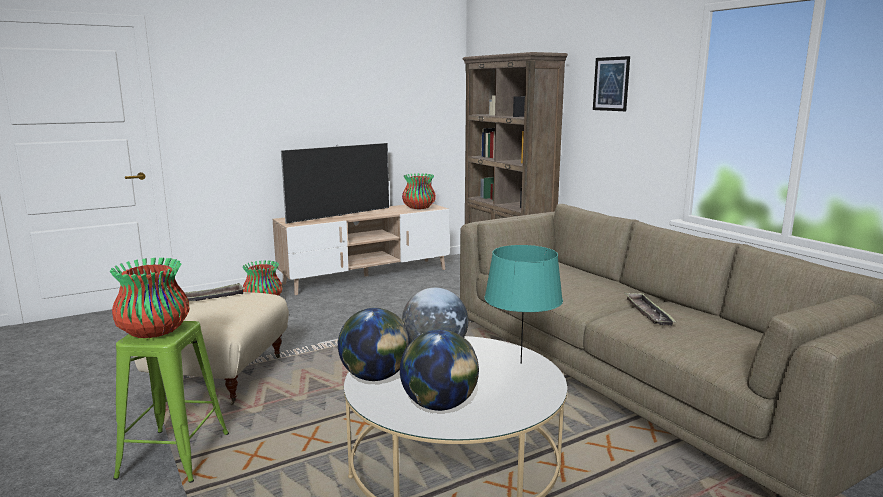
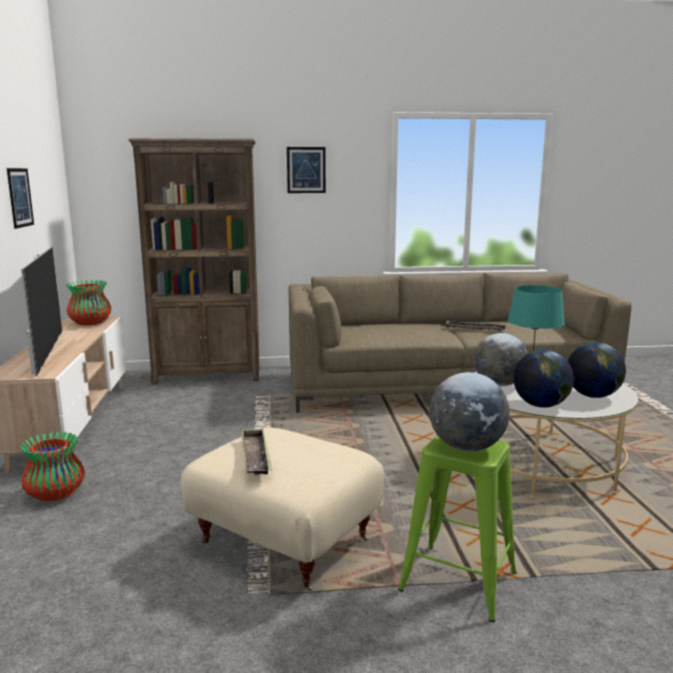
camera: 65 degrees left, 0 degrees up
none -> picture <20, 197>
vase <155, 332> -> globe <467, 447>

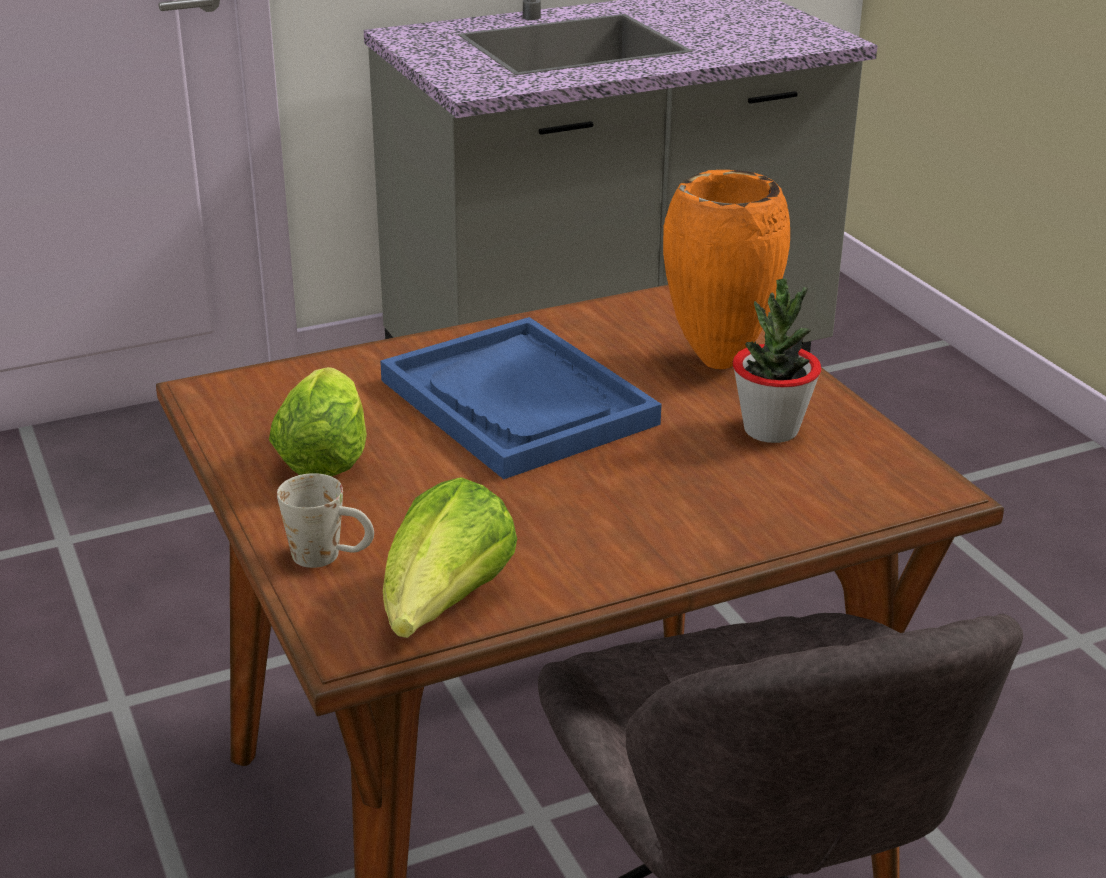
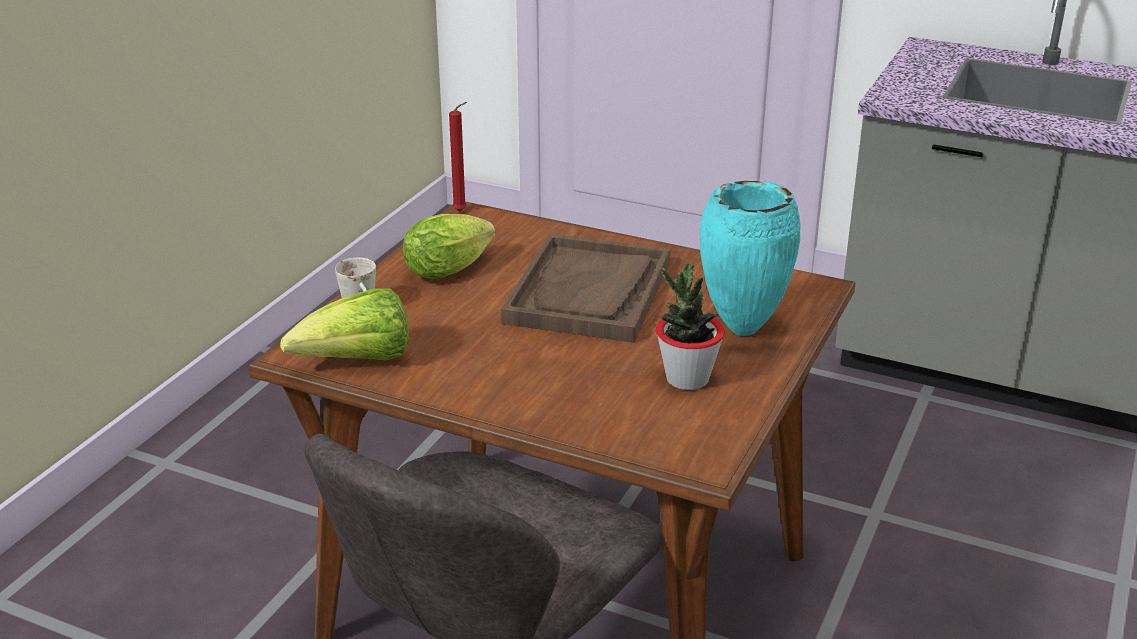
camera: 50 degrees right, 0 degrees up
none -> candle (red) <462, 212>
tray (blue) <518, 402> -> tray (brown) <589, 292>
vase (orange) <715, 362> -> vase (turquoise) <741, 329>

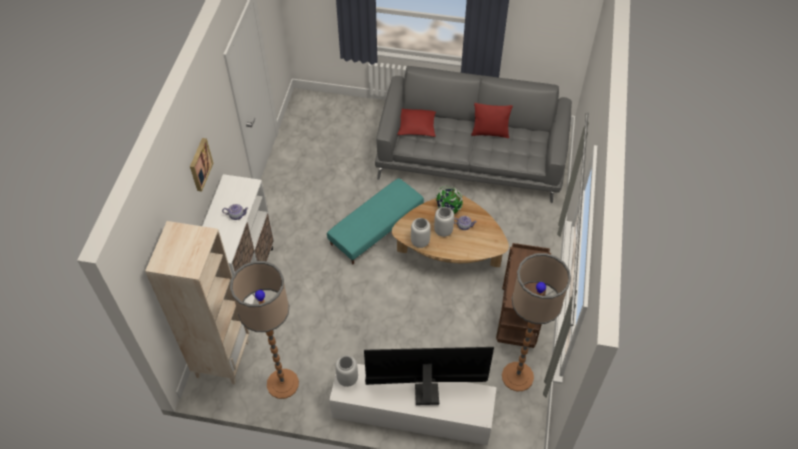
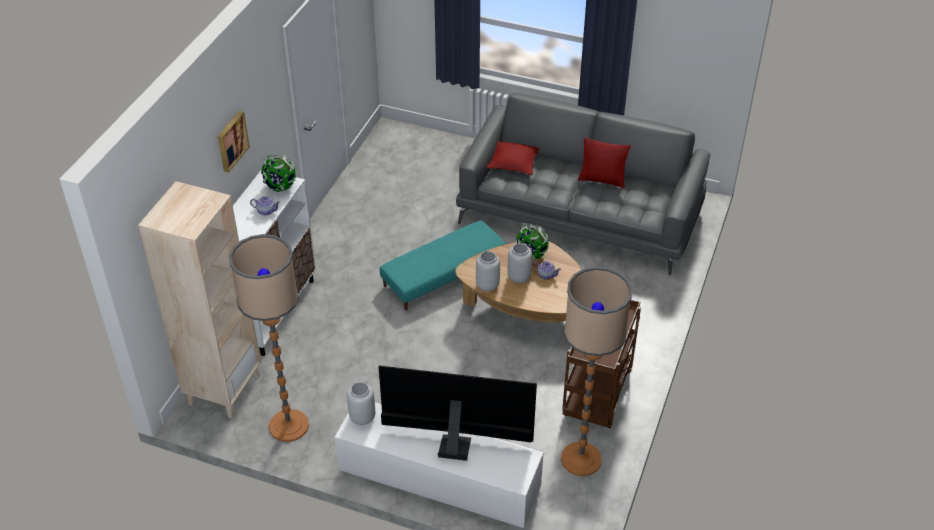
camera: 10 degrees right, 10 degrees down
none -> globe <280, 187>

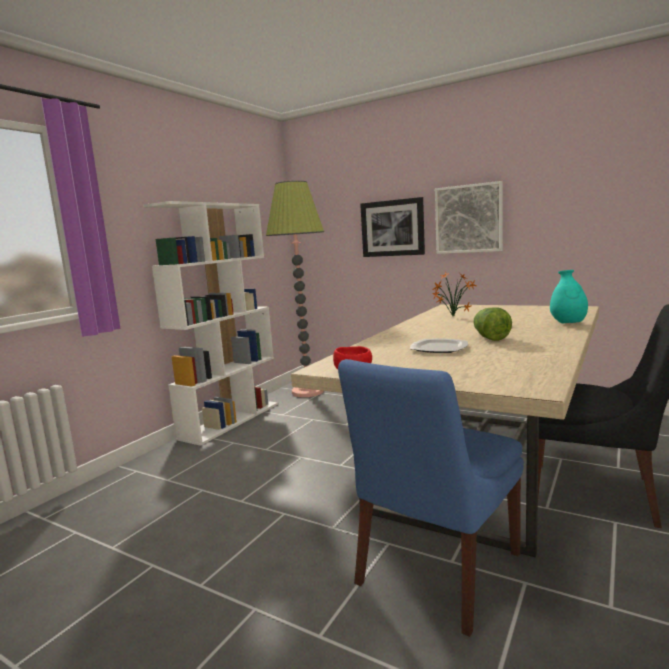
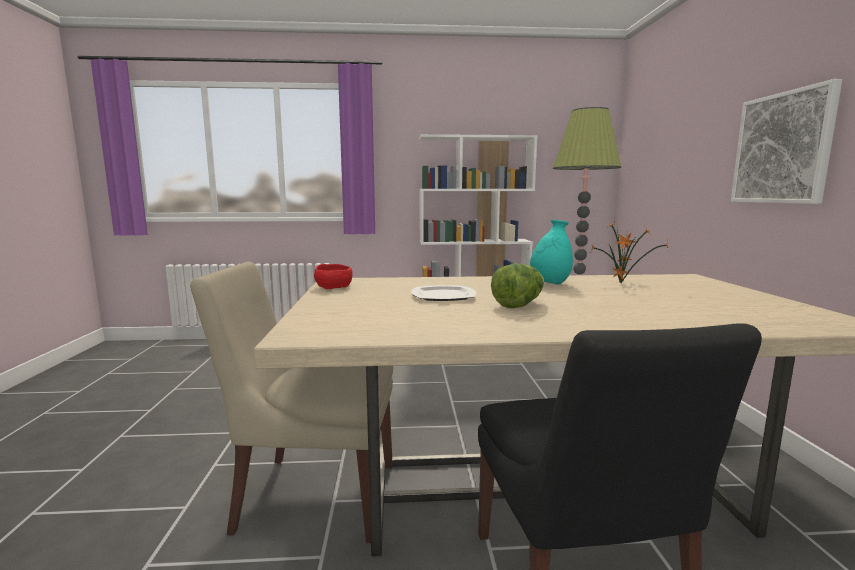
camera: 55 degrees right, 0 degrees up
picture <392, 228> -> none
vase (turquoise) <568, 323> -> vase (turquoise) <550, 284>, moved
chair (blue) <436, 572> -> chair (beige) <312, 496>

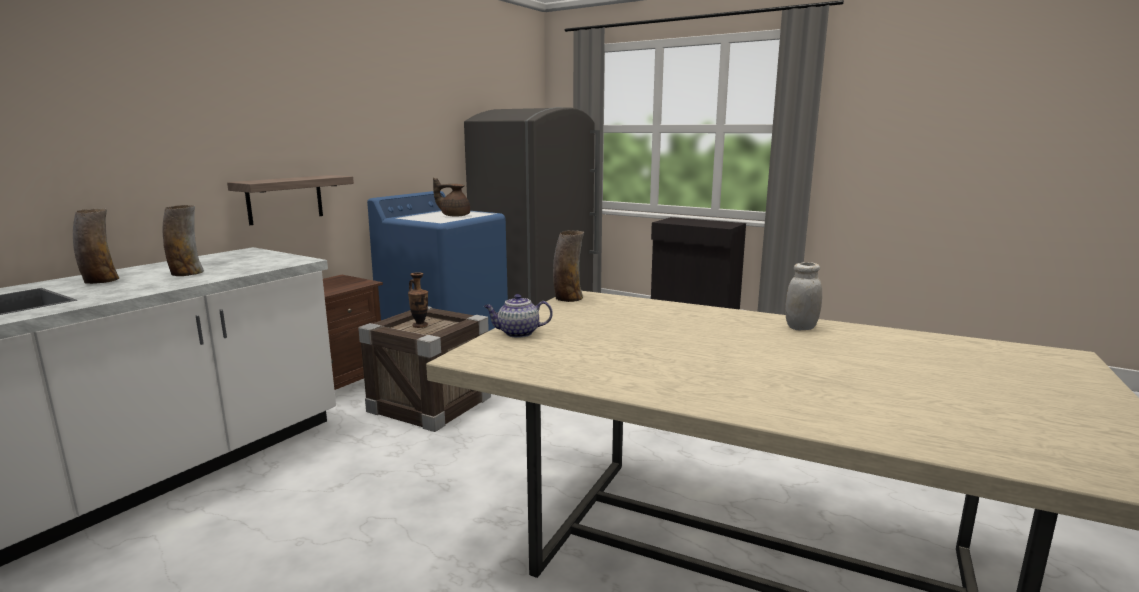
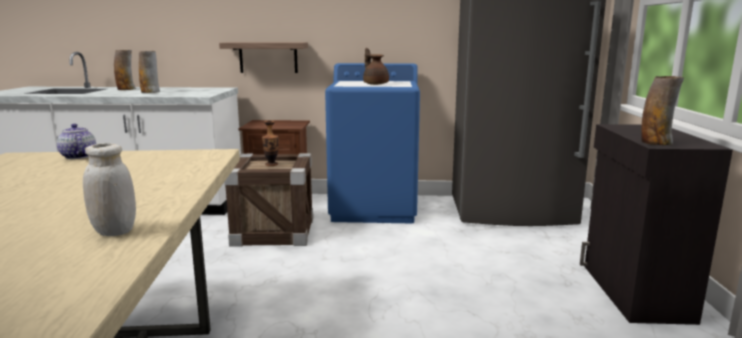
camera: 60 degrees right, 0 degrees up
vase <568, 298> -> vase <655, 143>, moved

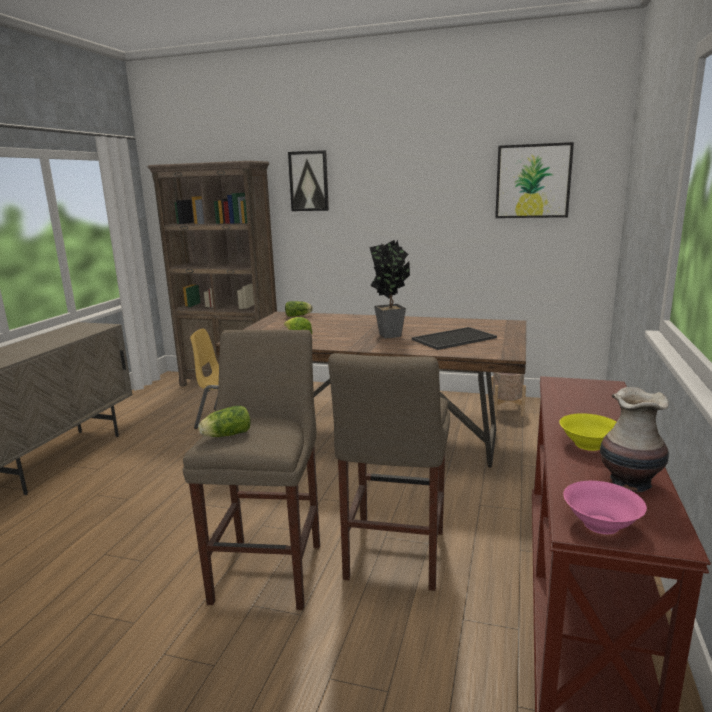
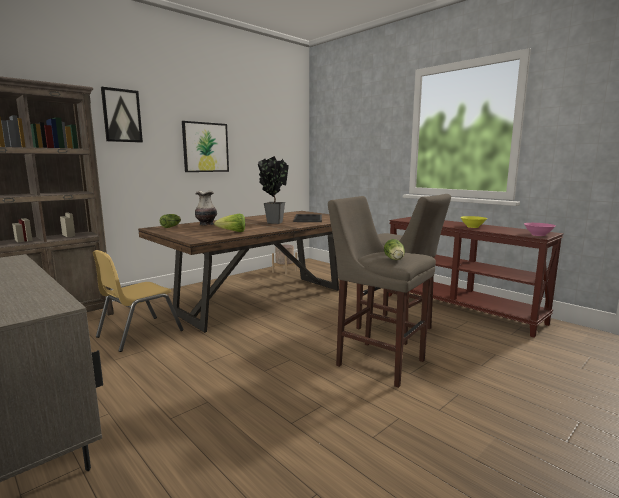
camera: 60 degrees left, 5 degrees down
picture <533, 181> -> picture <205, 147>, moved
vase <629, 482> -> vase <206, 224>, moved

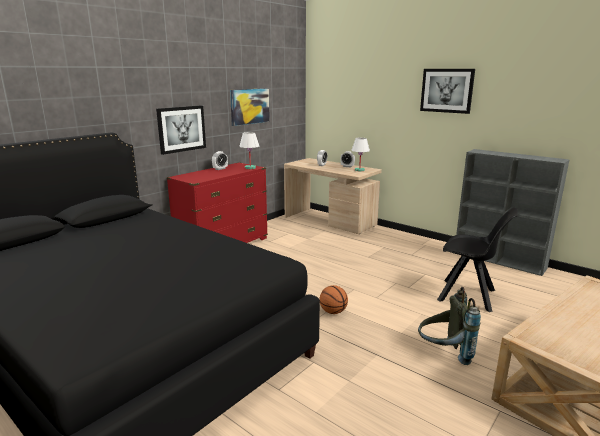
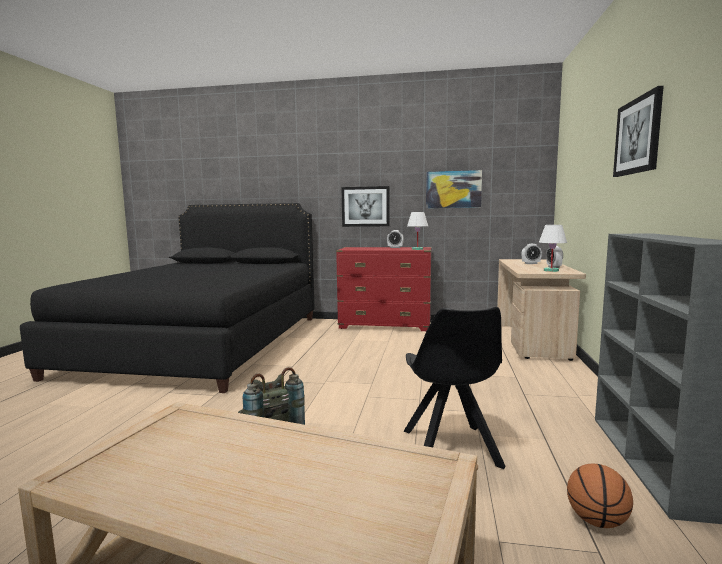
camera: 60 degrees right, 10 degrees down
basketball <333, 312> -> basketball <596, 521>, moved

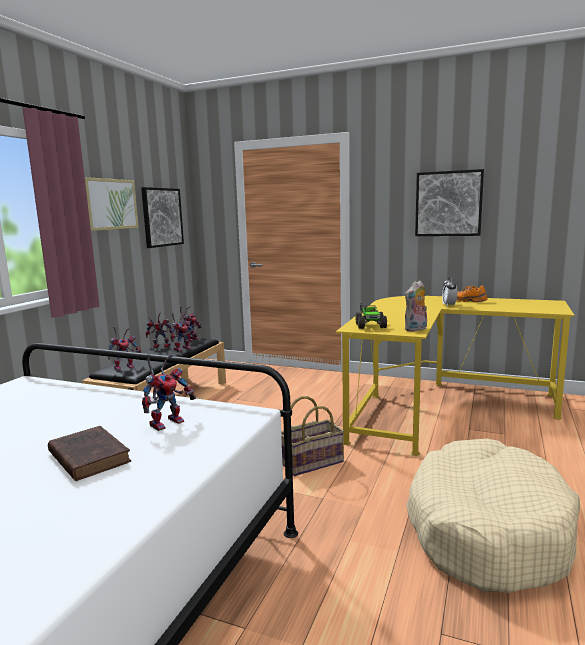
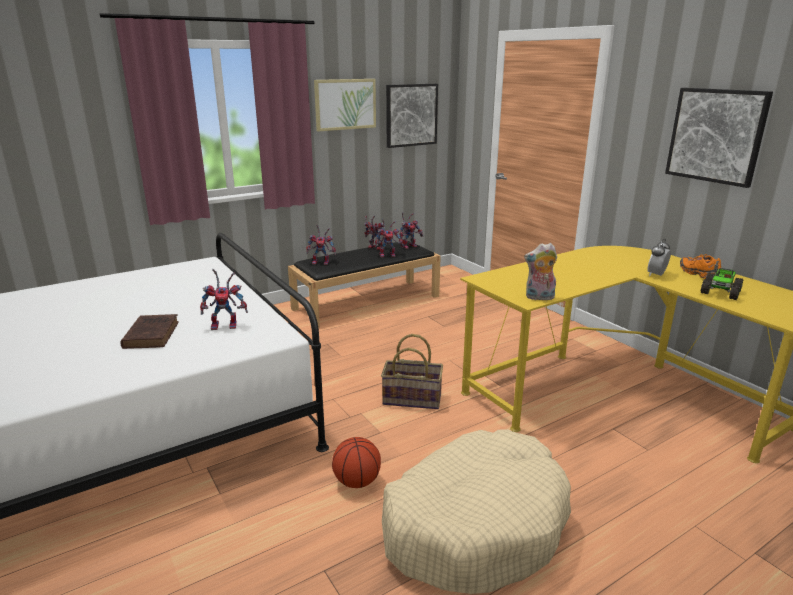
camera: 35 degrees right, 10 degrees up
none -> basketball <357, 482>
toy truck <370, 325> -> toy truck <720, 292>, moved

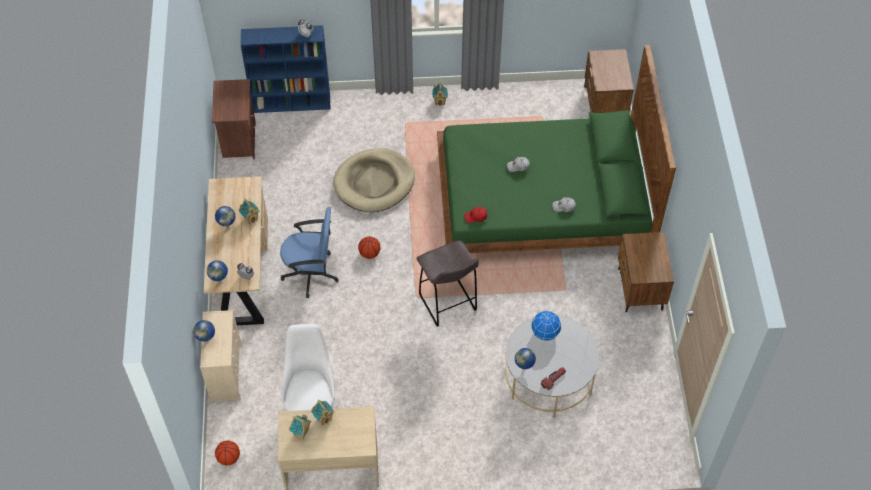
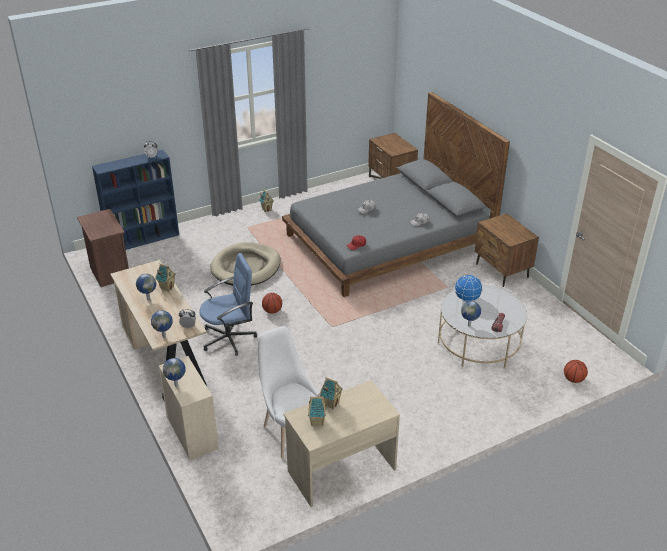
camera: 25 degrees left, 20 degrees down
stool (grey) <448, 304> -> none
basketball <229, 458> -> basketball <573, 379>, moved
bed (green) <542, 200> -> bed (grey) <387, 242>

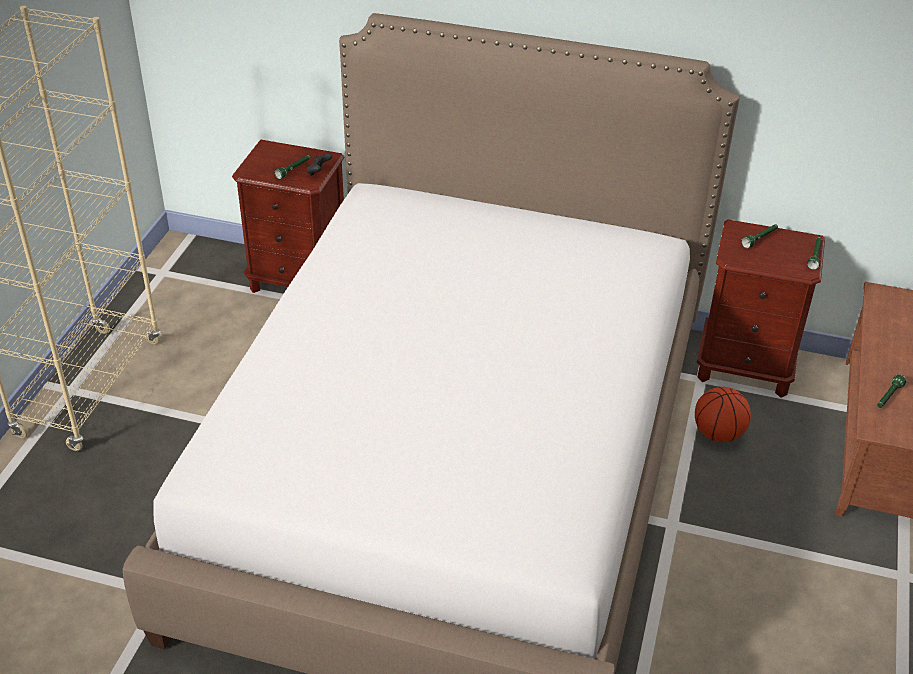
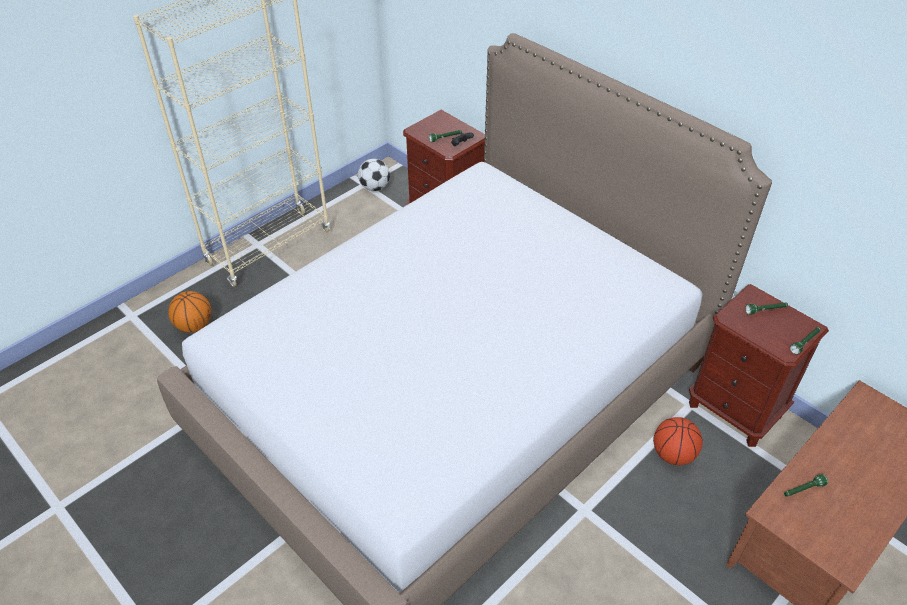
camera: 30 degrees right, 5 degrees up
none -> basketball <194, 325>
none -> football <374, 187>

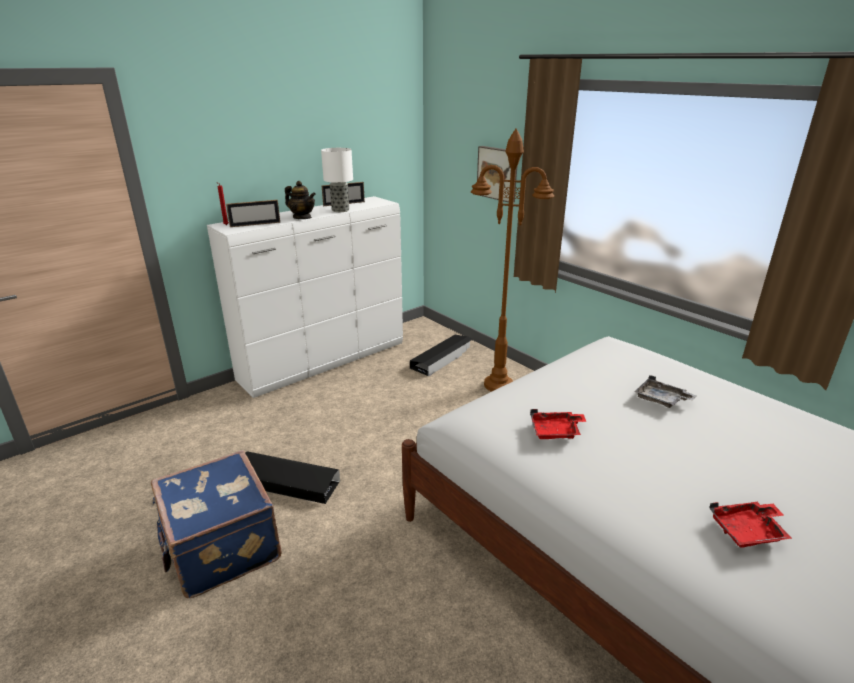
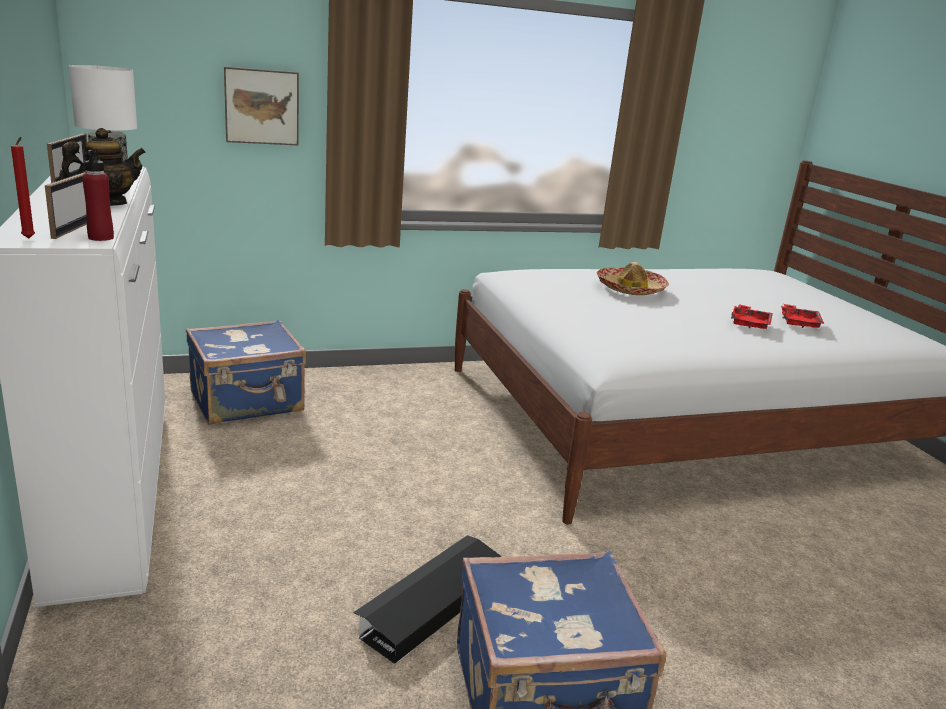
camera: 70 degrees left, 5 degrees down
floor lamp (brown) <499, 385> -> none
none -> bottle (red) <100, 238>
tray (red) <556, 431> -> tray (red) <749, 323>, moved
storage box (black) <442, 358> -> suitcase (blue) <247, 402>
tray (grey) <661, 400> -> hat <630, 289>

